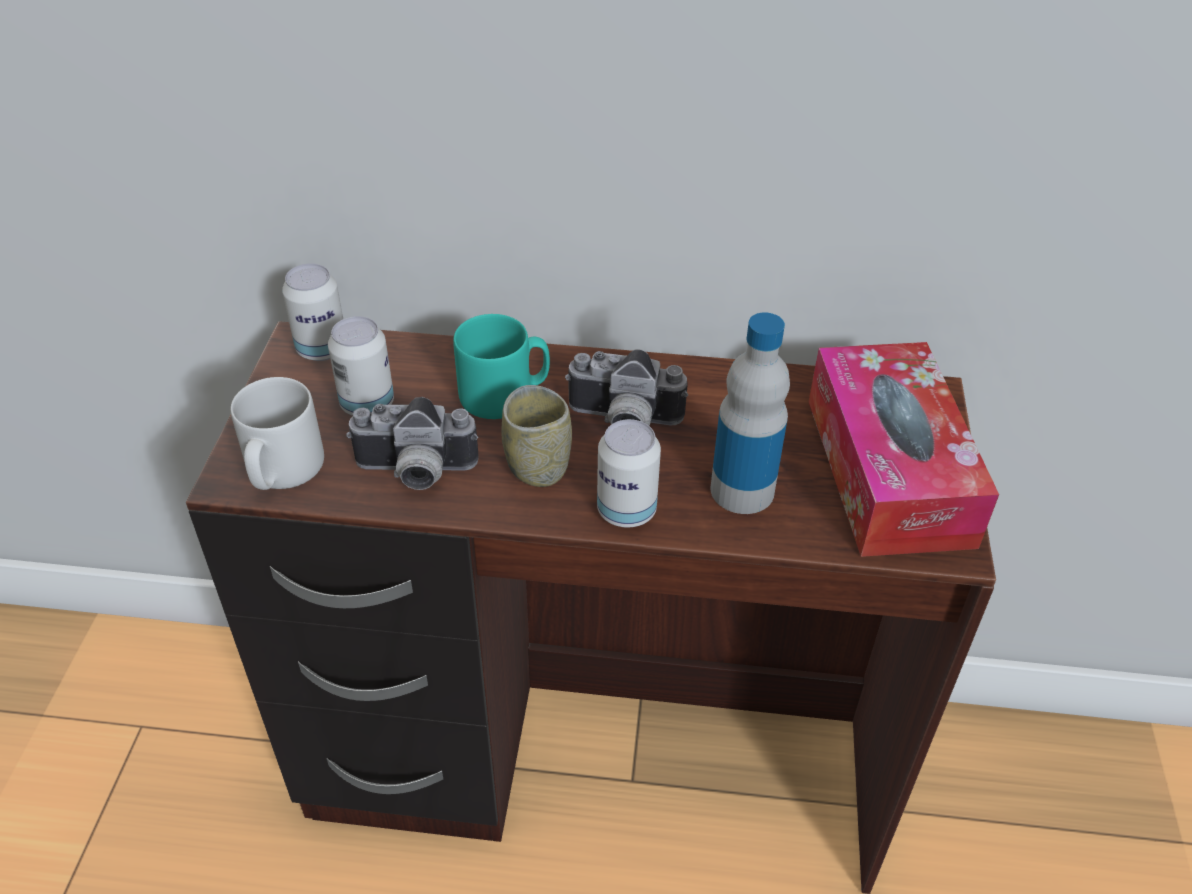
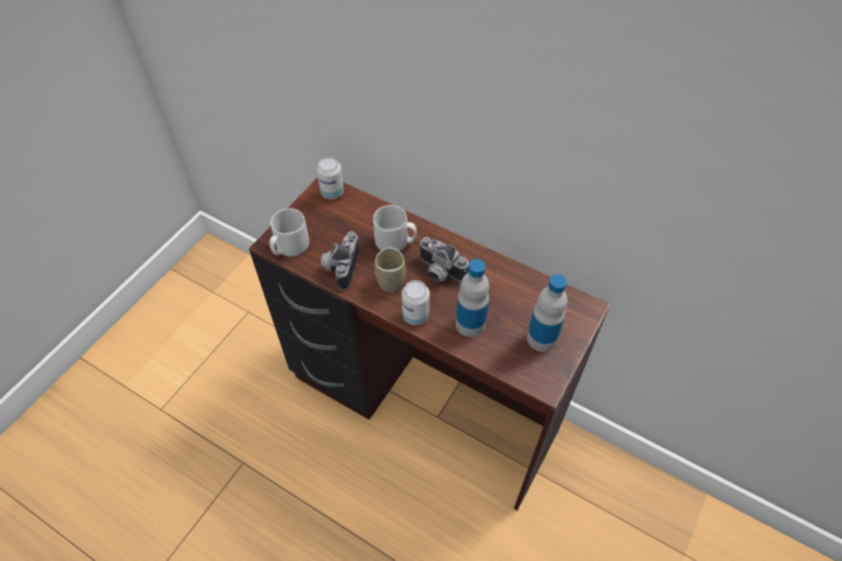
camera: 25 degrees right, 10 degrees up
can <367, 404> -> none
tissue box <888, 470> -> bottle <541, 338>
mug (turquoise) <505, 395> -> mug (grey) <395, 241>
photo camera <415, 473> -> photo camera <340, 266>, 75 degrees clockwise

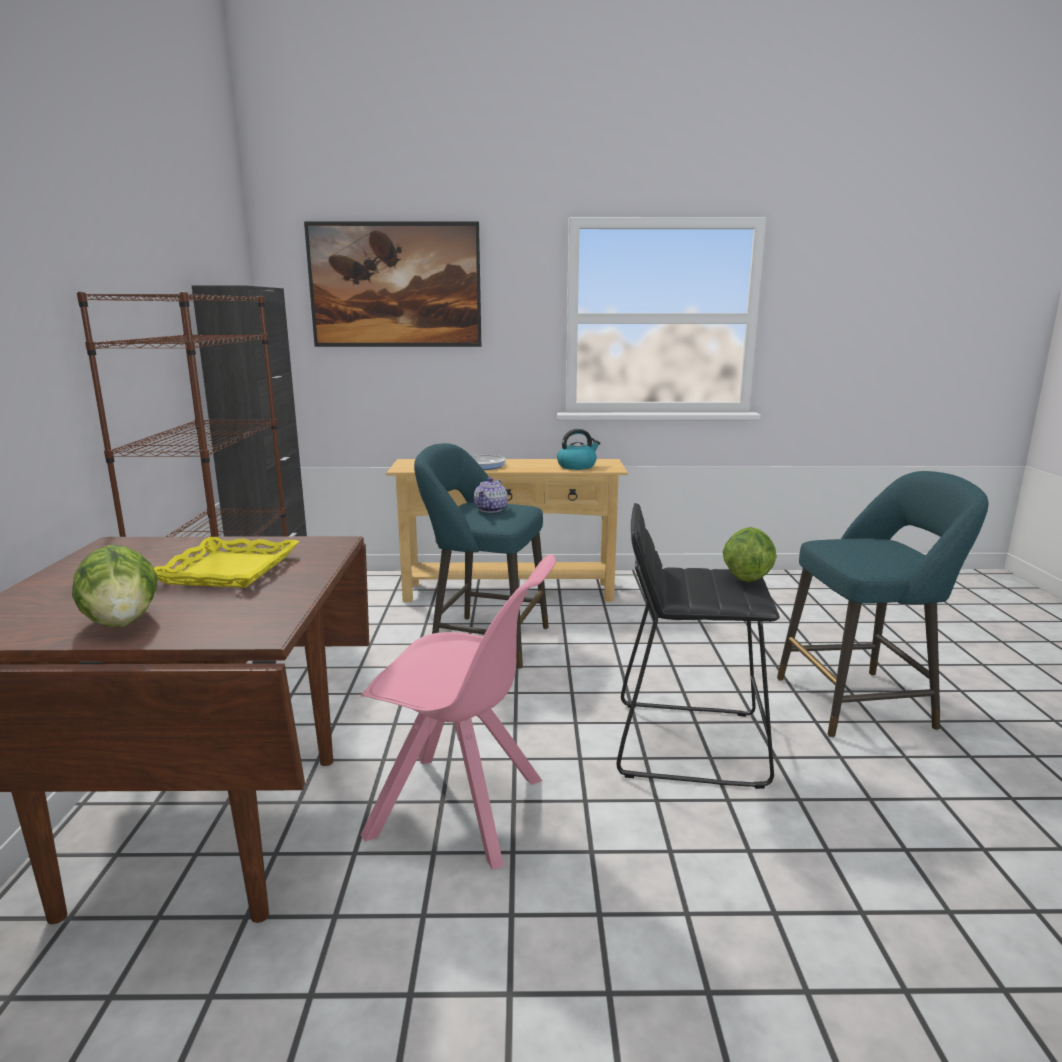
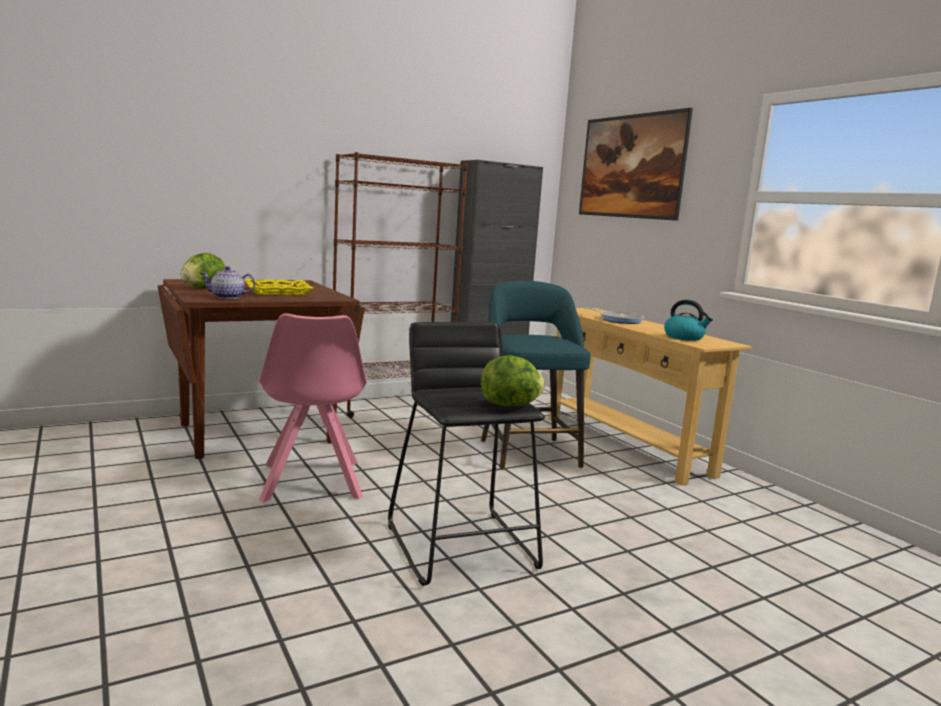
camera: 60 degrees right, 5 degrees down
stool (turquoise) <861, 702> -> none
teapot <491, 509> -> teapot <228, 297>, moved

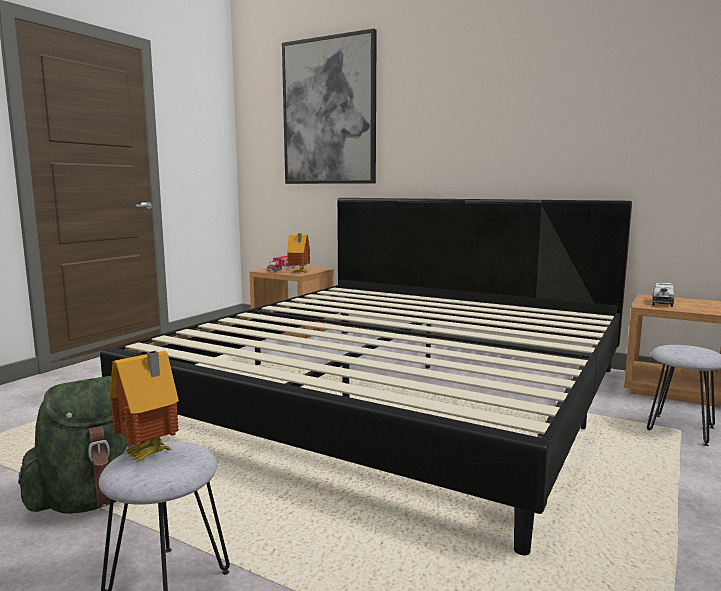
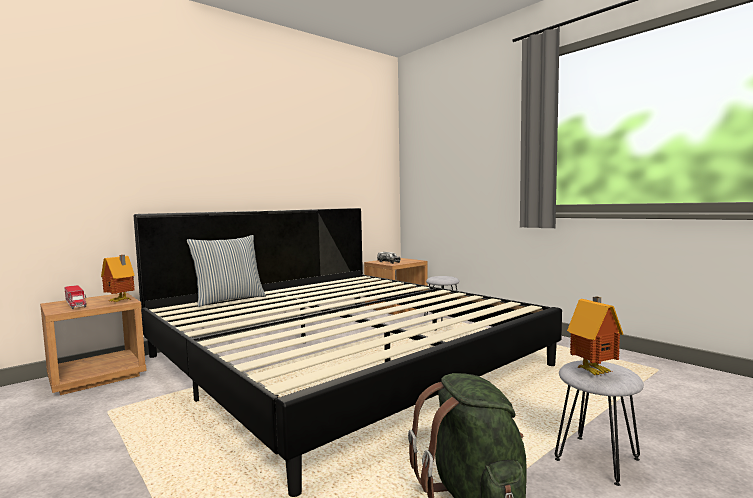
camera: 70 degrees left, 5 degrees down
picture <329, 112> -> none
none -> pillow <229, 300>

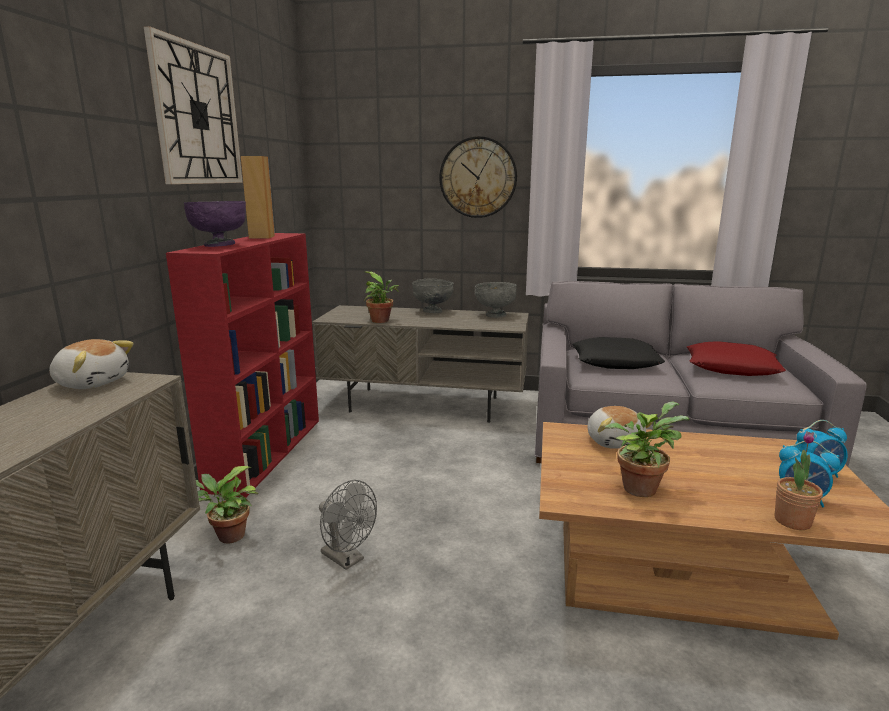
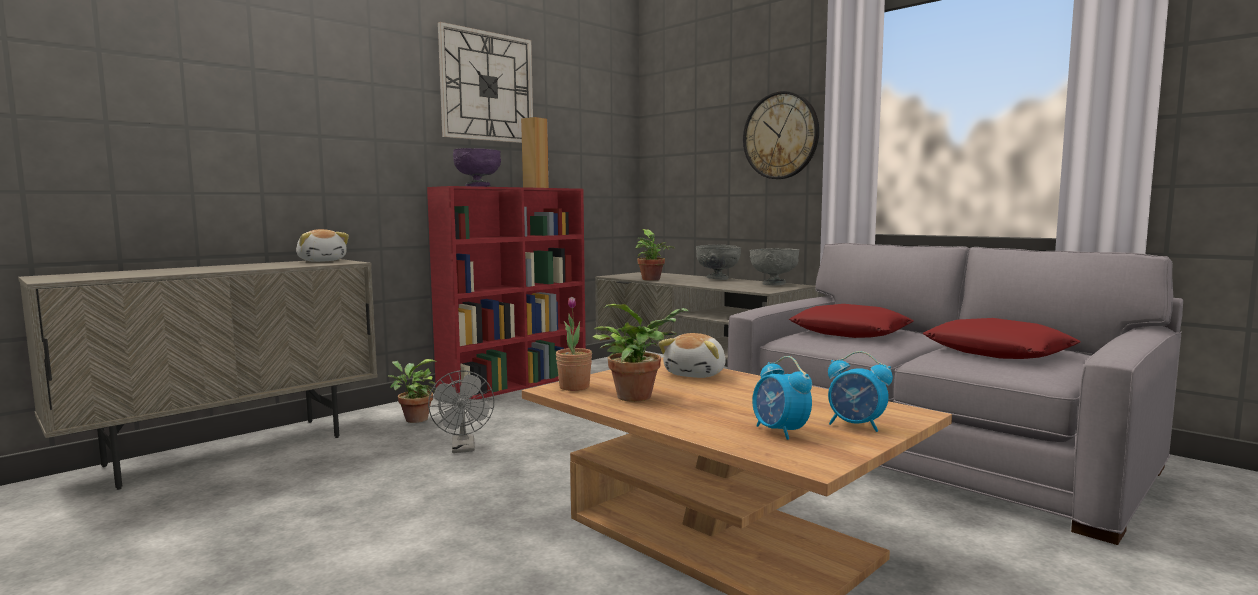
camera: 35 degrees right, 10 degrees down
potted plant <792, 521> -> potted plant <574, 387>, moved
pillow (black) <615, 361> -> pillow (red) <850, 332>

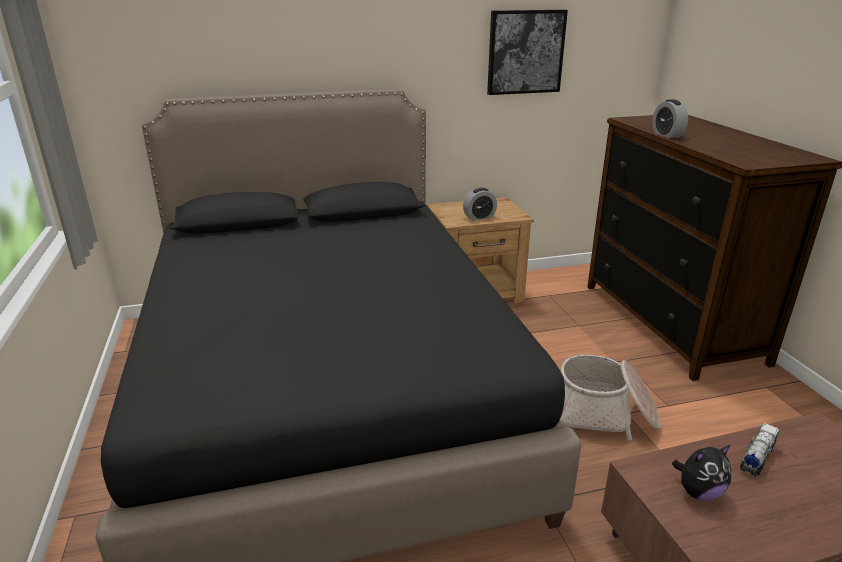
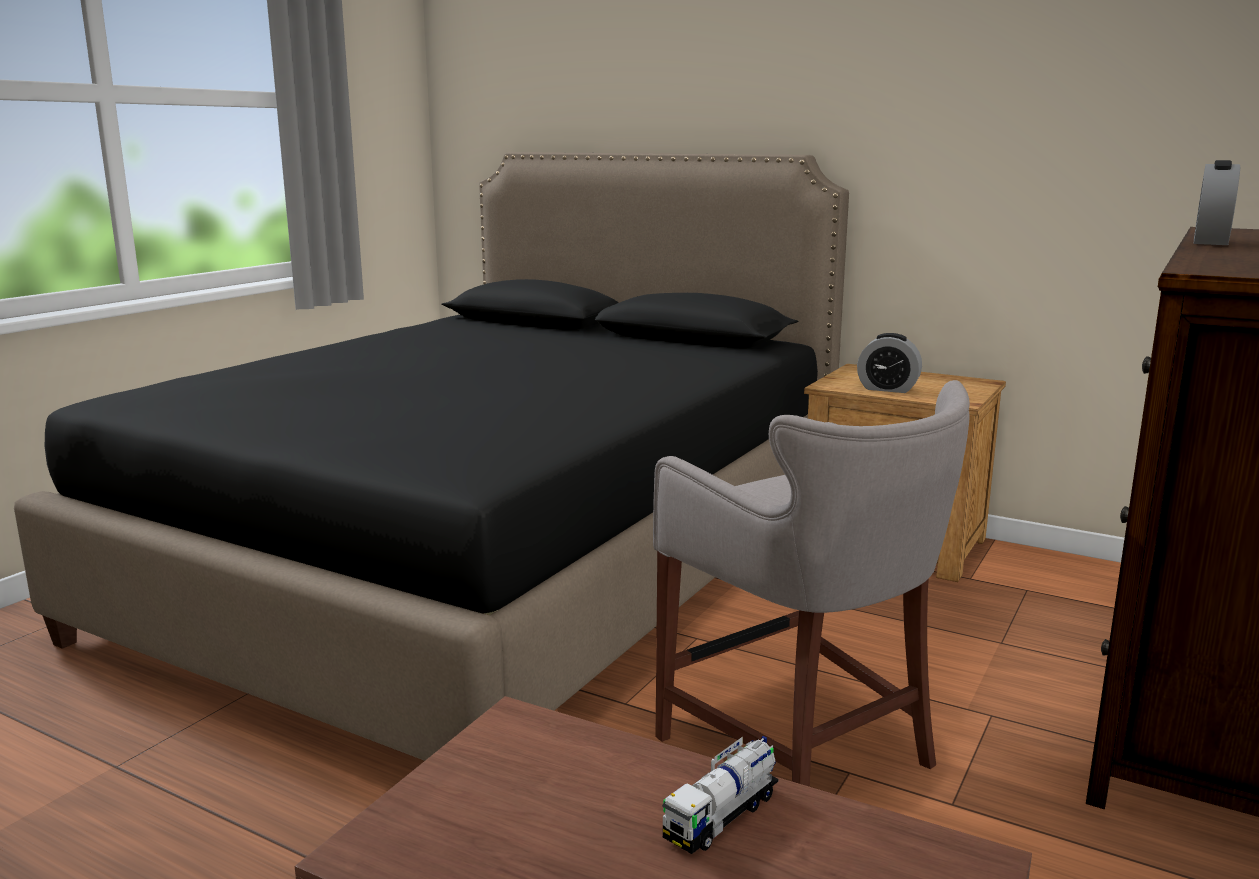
camera: 45 degrees right, 10 degrees down
picture <525, 52> -> none
plush toy <698, 492> -> none
basket <603, 414> -> stool (grey) <802, 752>
toy truck <756, 458> -> toy truck <722, 816>, 135 degrees clockwise

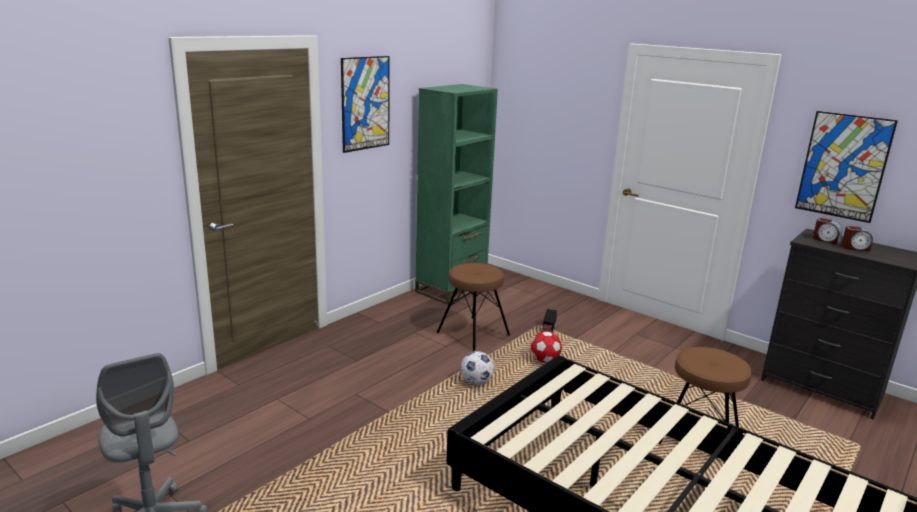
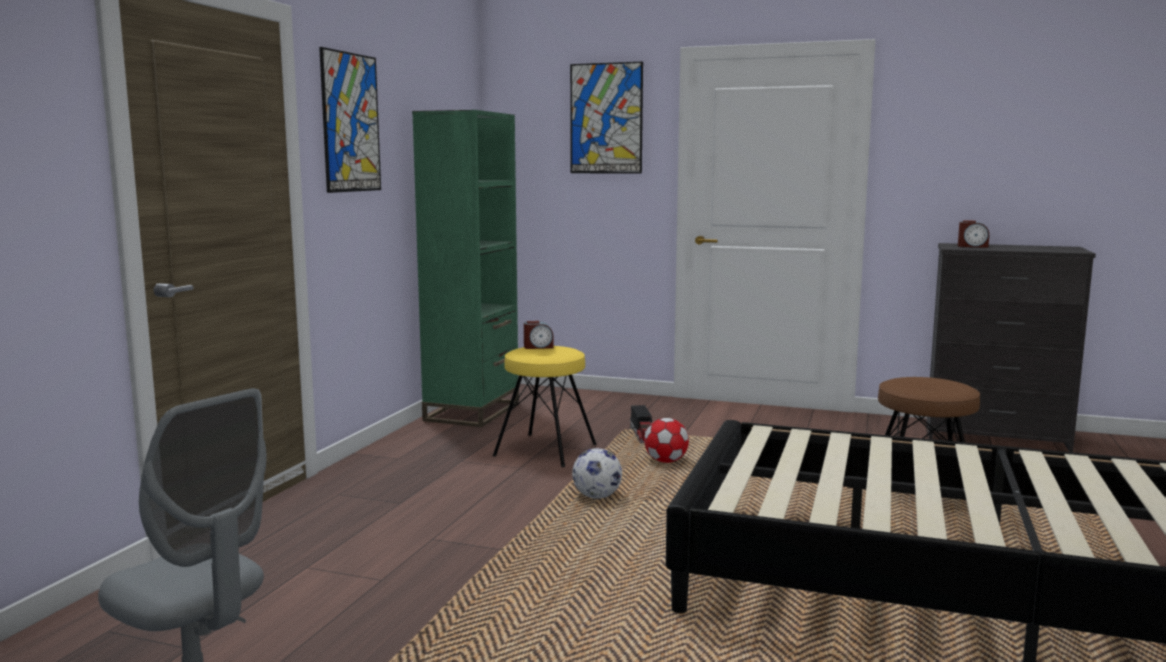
camera: 20 degrees left, 10 degrees down
picture <843, 166> -> picture <606, 118>, moved
alarm clock <855, 248> -> alarm clock <538, 347>, moved
stool (brown) <473, 333> -> stool (yellow) <545, 450>

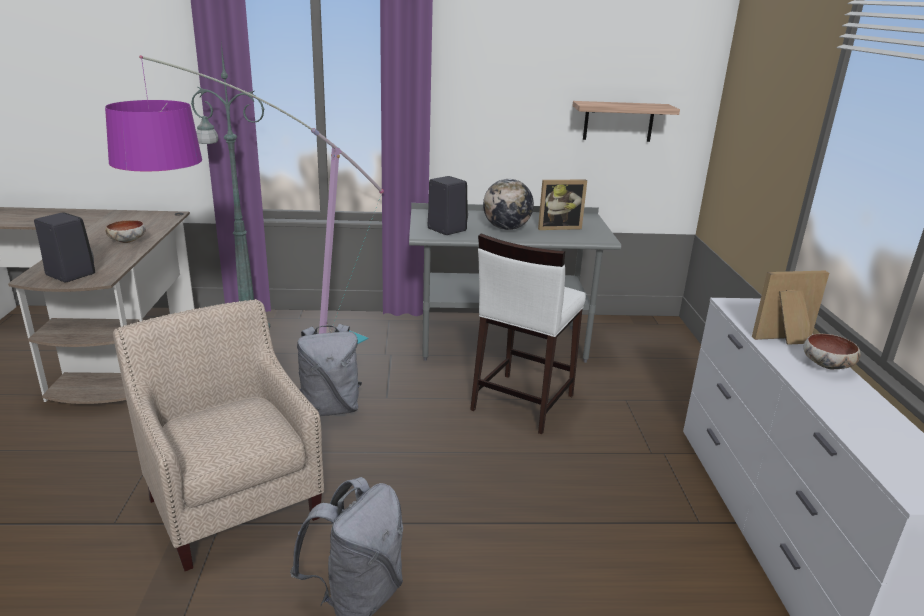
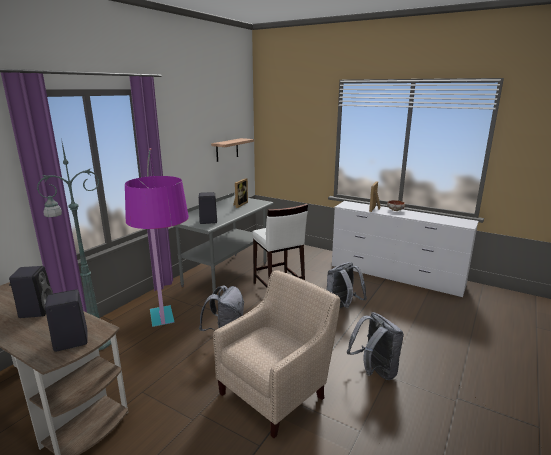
camera: 55 degrees left, 5 degrees down
globe <506, 228> -> none
none -> backpack (grey) <342, 308>
bowl <128, 241> -> speaker (black) <37, 310>
armchair (beige) <233, 499> -> armchair (beige) <277, 391>, 135 degrees clockwise

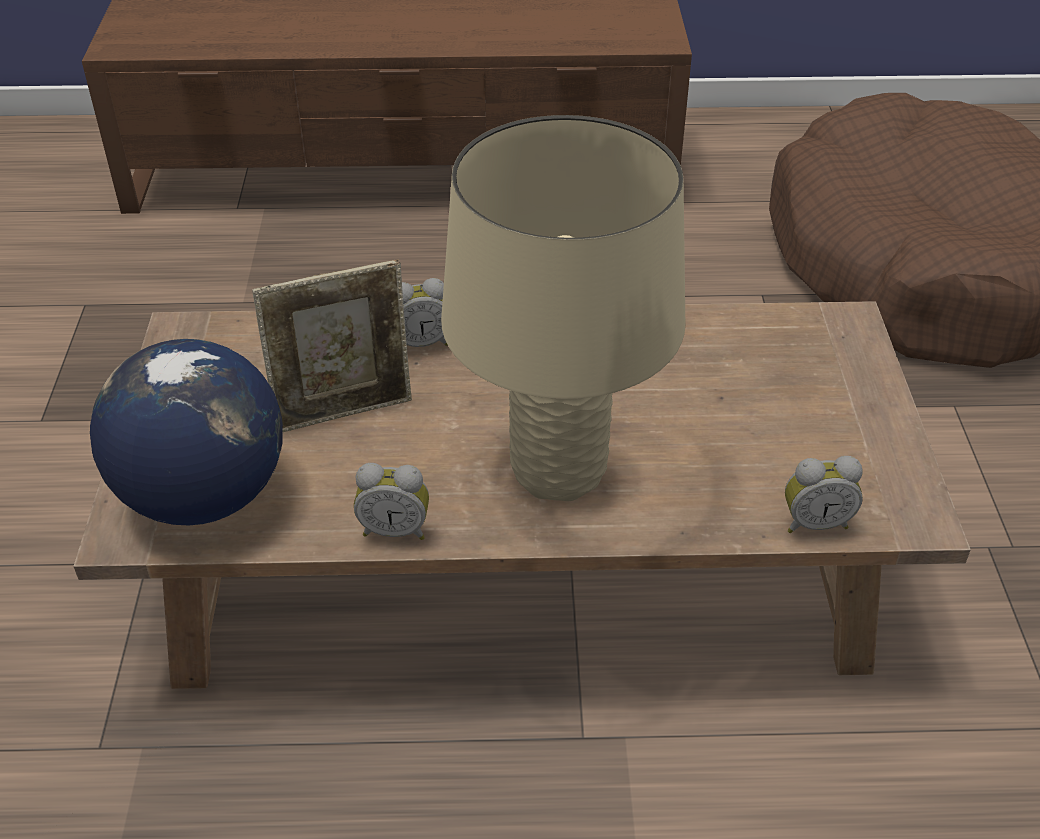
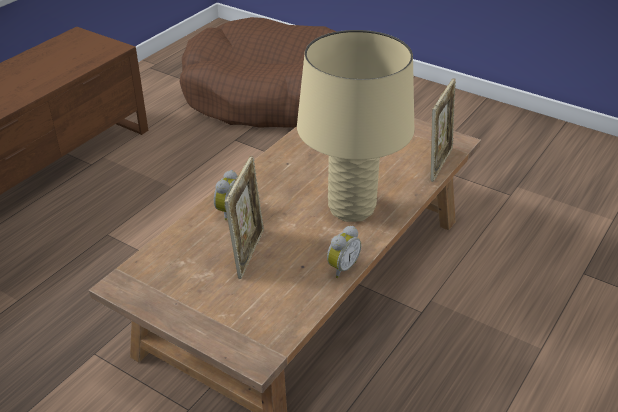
camera: 55 degrees left, 5 degrees down
globe <203, 495> -> none
alarm clock <814, 522> -> picture frame <439, 163>

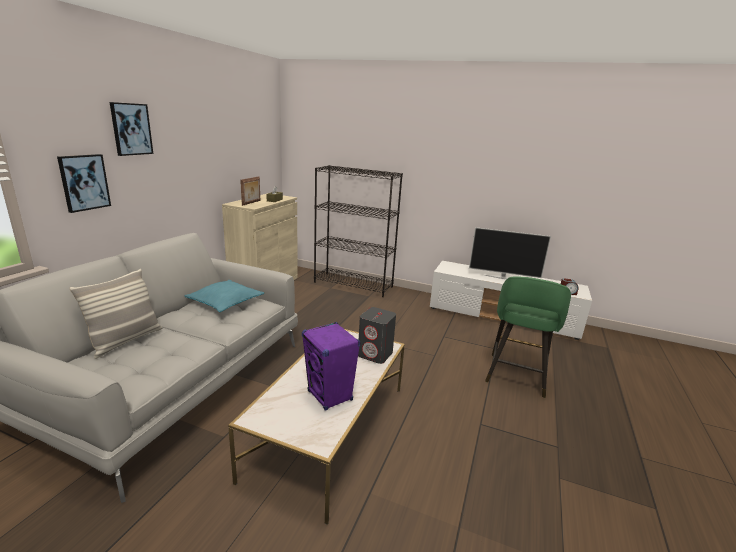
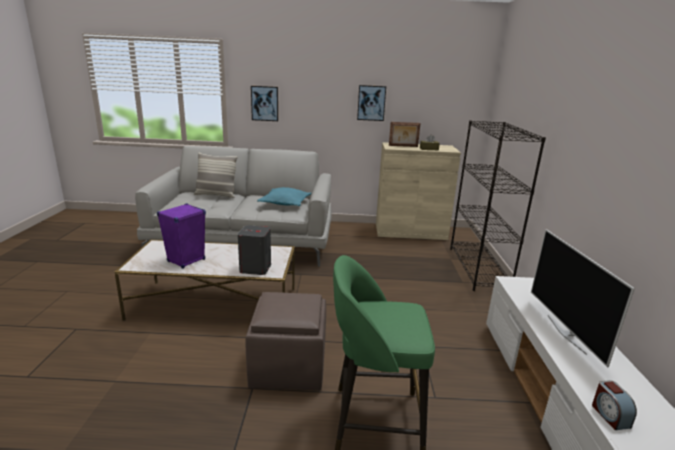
camera: 70 degrees right, 0 degrees up
none -> ottoman (brown) <289, 366>
picture <131, 129> -> picture <371, 103>, moved

